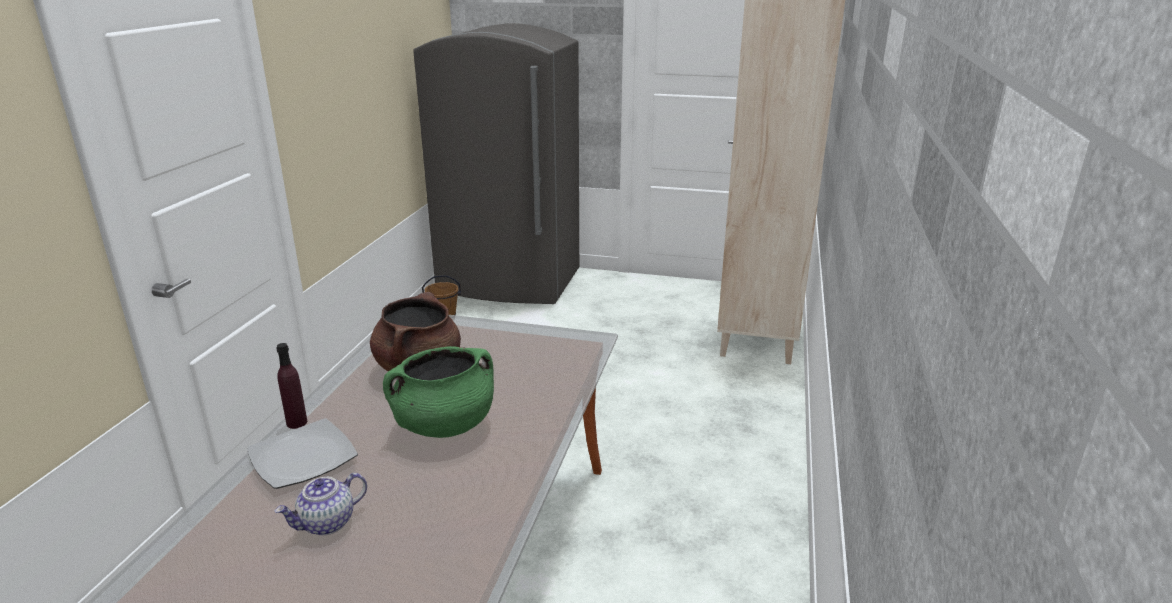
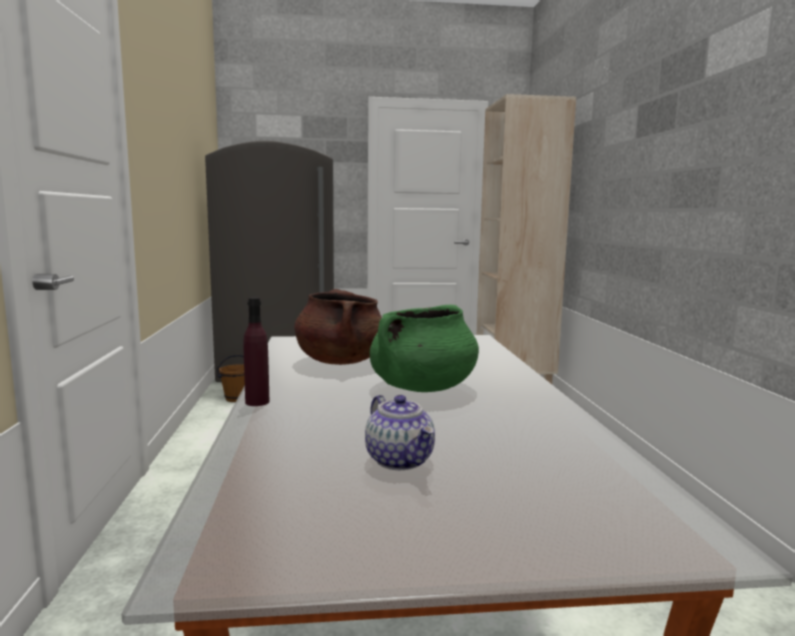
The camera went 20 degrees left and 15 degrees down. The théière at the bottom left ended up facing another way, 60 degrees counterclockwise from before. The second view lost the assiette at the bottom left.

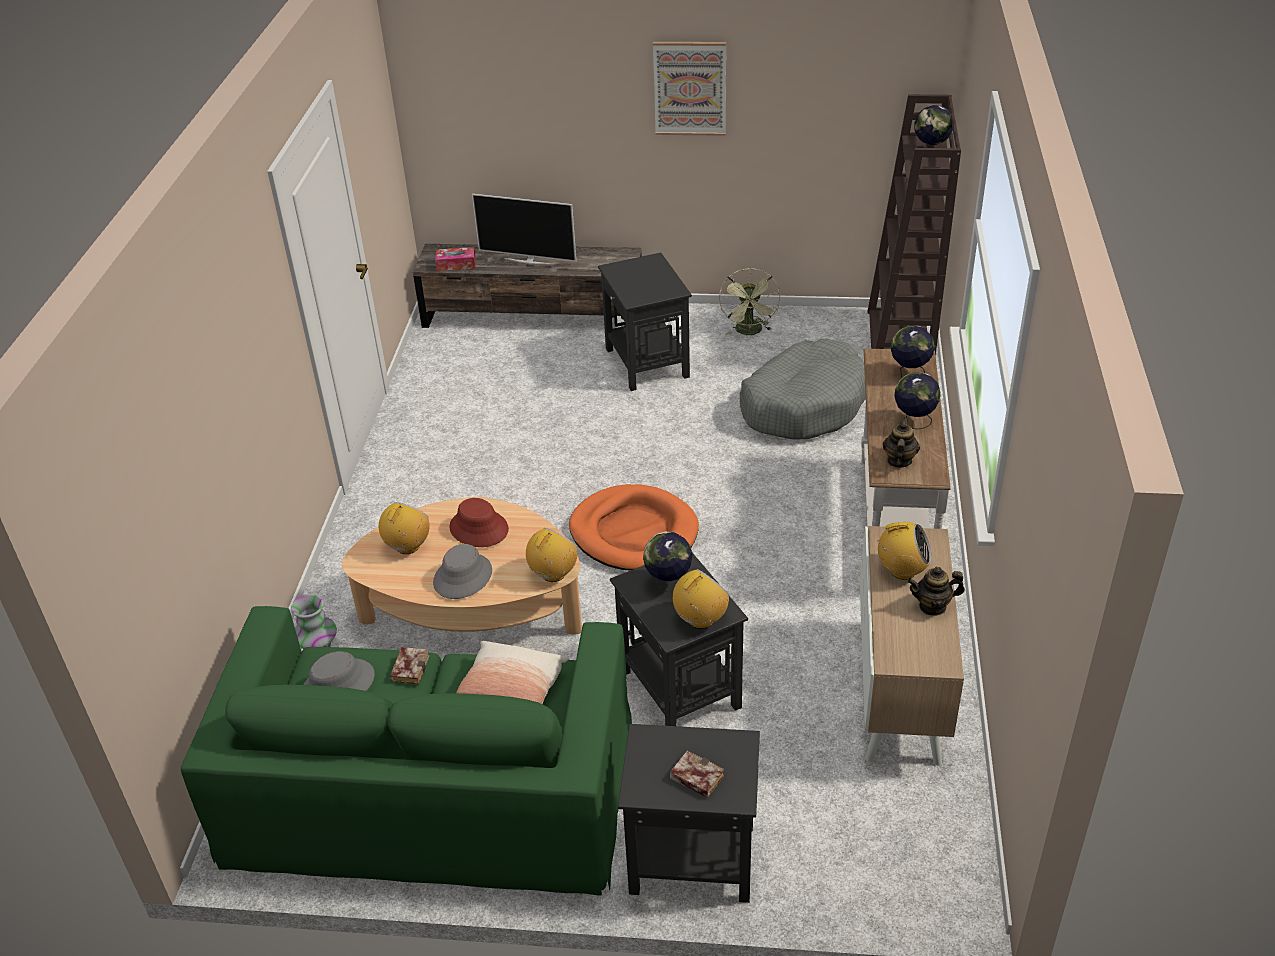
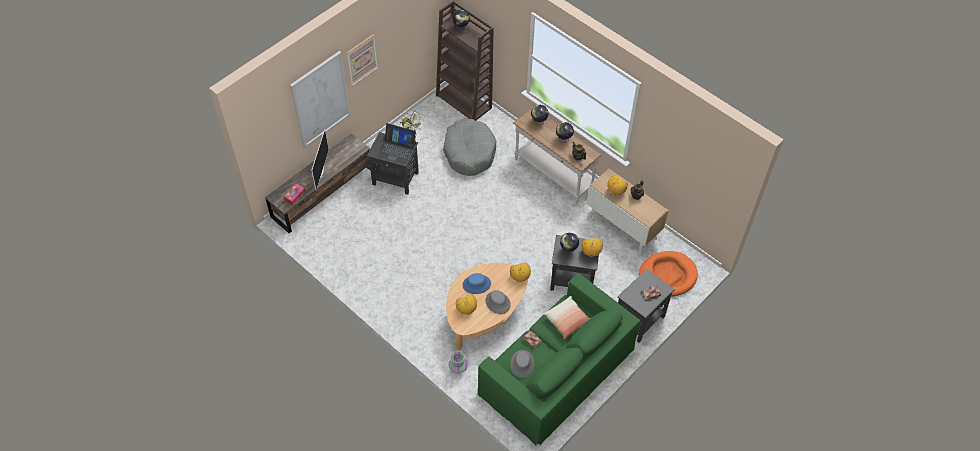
The camera went 55 degrees left and 15 degrees up. The second view gained the tableau (no. 1 from left) at the top left. The téléviseur at the top centre ended up facing another way, 45 degrees counterclockwise from before. The second view gained the ordinateur portable at the top centre. What was the chapeau (rouge) at the centre turned into the chapeau (bleu) at the centre. The panier pour chien (orange) ended up elsewhere, having gone from the centre to the middle right.

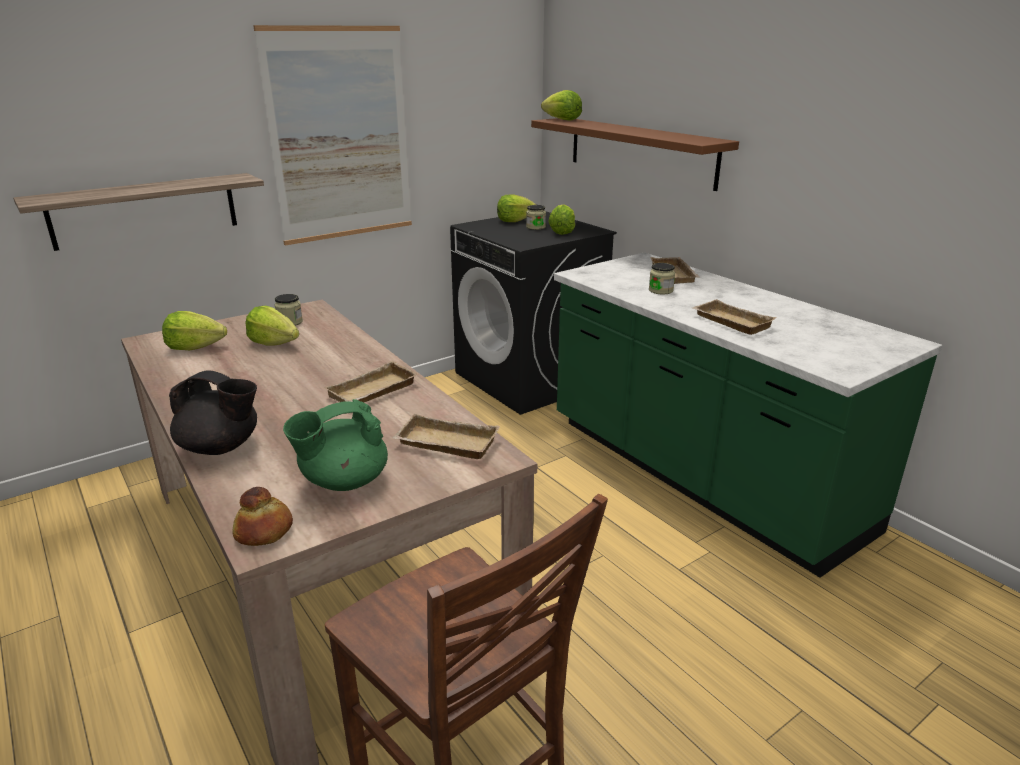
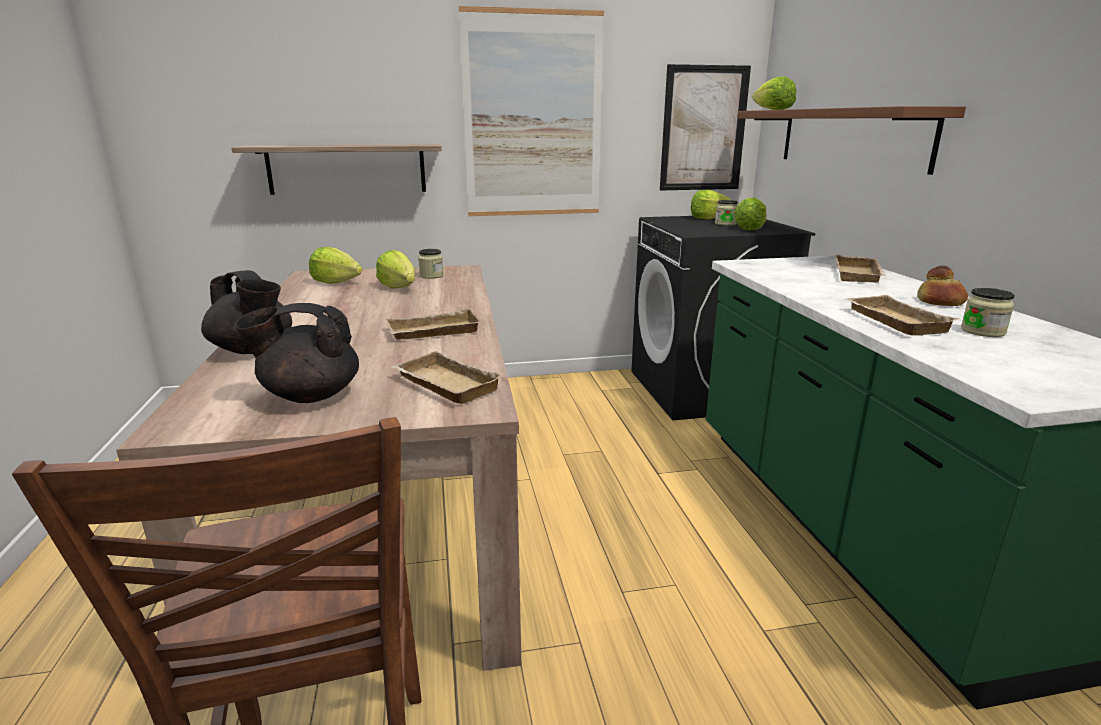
The camera went 25 degrees right and 5 degrees down. What was the théière (vert) at the middle left turned into the théière (noir) (no. 2 from left) at the middle left. The second view gained the tableau (no. 2 from left) at the top centre. The pain ended up elsewhere, having gone from the bottom left to the middle right. The bocal (no. 3 from left) ended up elsewhere, having gone from the centre to the middle right.

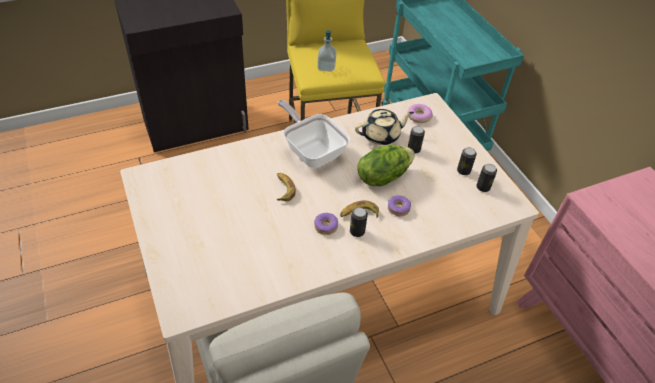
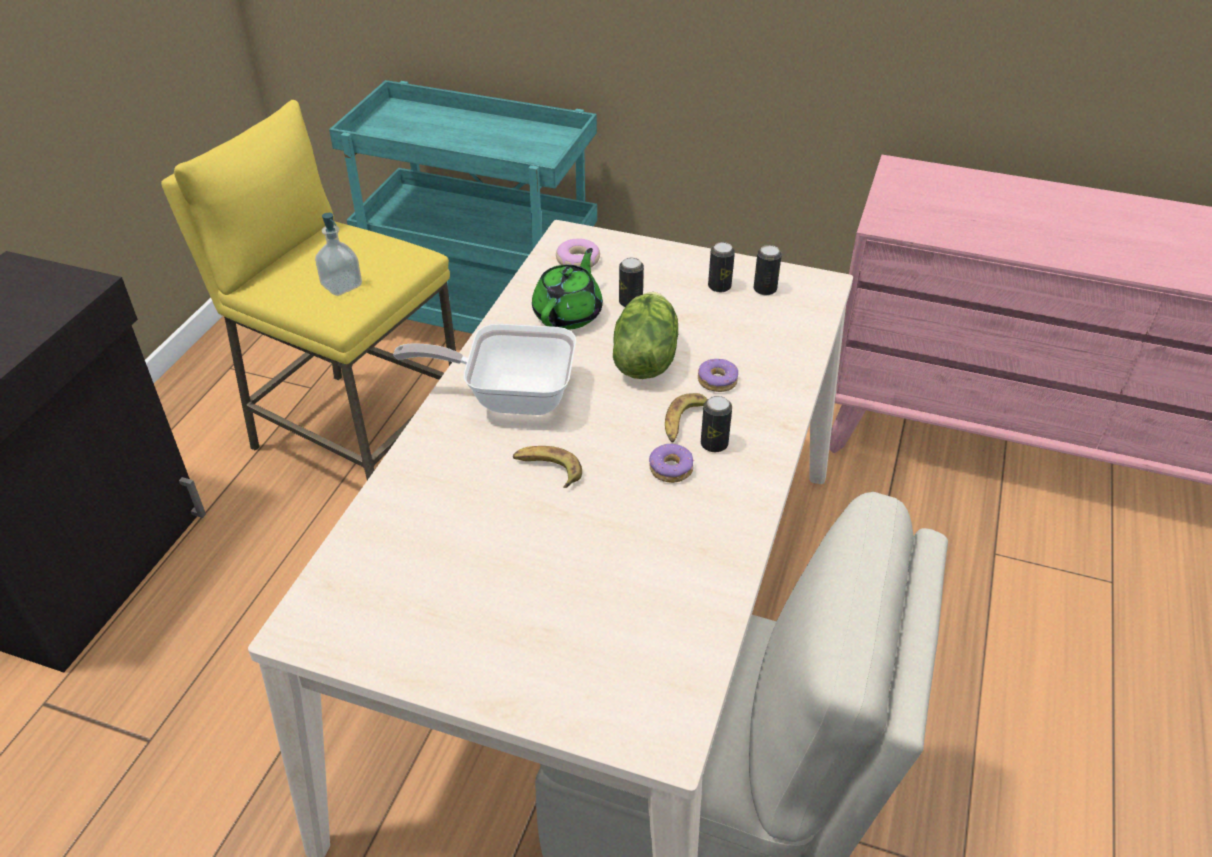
The camera went 45 degrees left and 5 degrees down. What was the théière (beige) at the top centre turned into the théière (vert) at the centre.

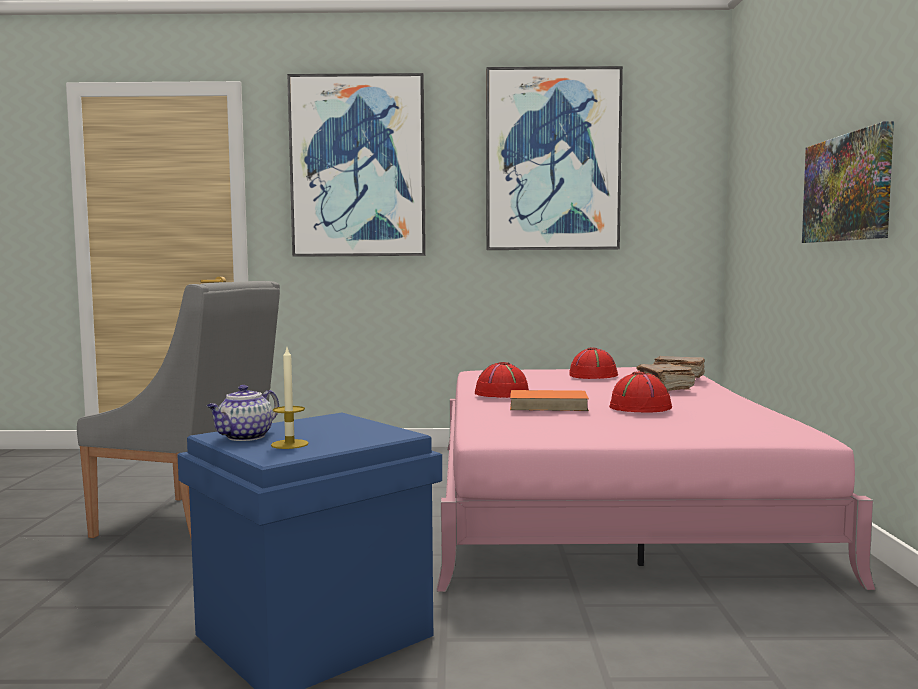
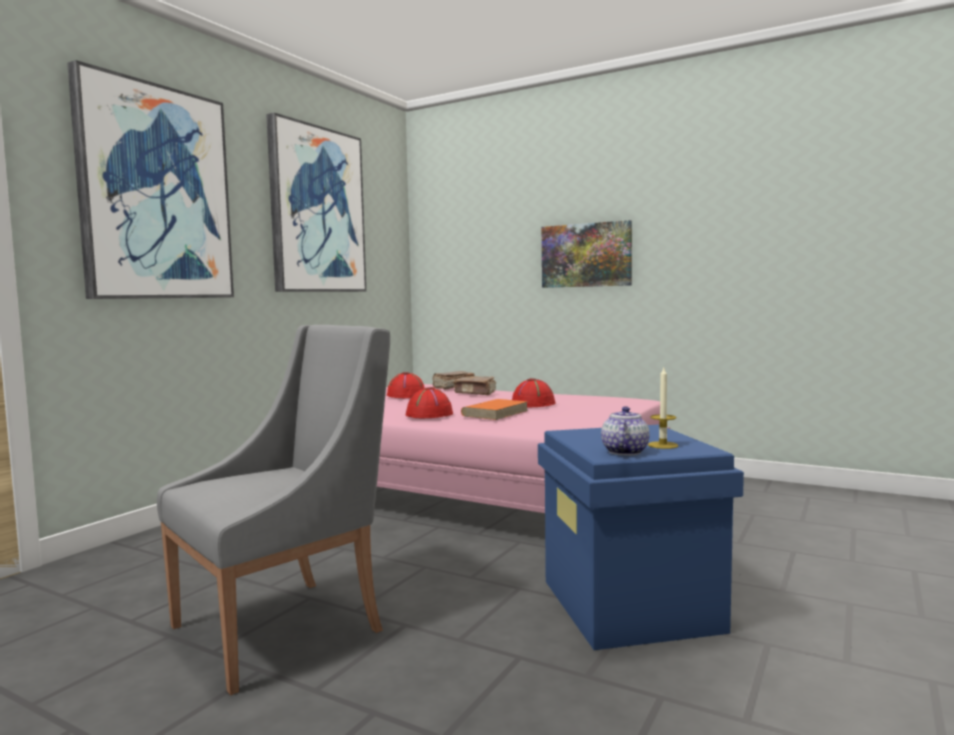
The camera went 60 degrees left and 0 degrees up. The théière at the middle left ended up facing another way, 135 degrees counterclockwise from before.

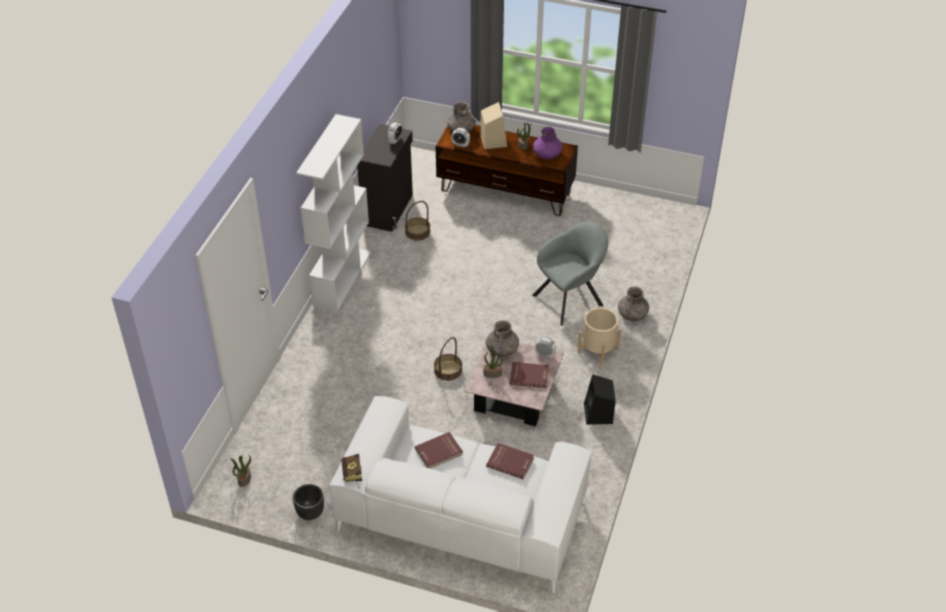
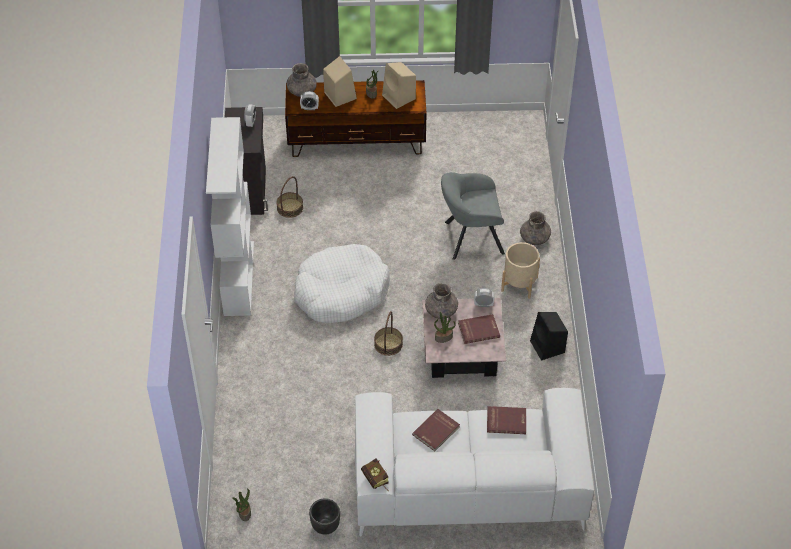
The camera went 20 degrees left and 5 degrees up. The second view gained the panier pour chien (blanc) at the centre. Where the vase (violet) stood at the top centre, the enceinte (beige) (no. 2 from left) came to stand at the top centre. The fauteuil (gris) at the centre ended up facing another way, 135 degrees counterclockwise from before.

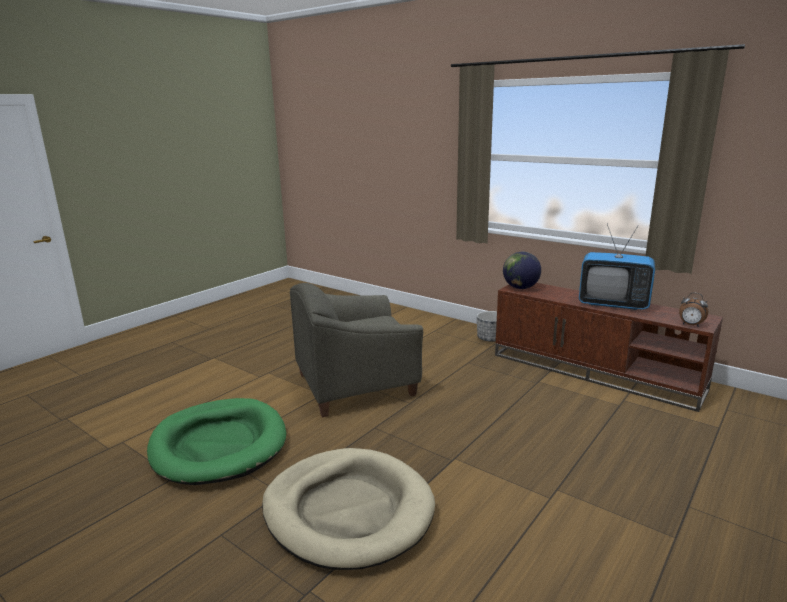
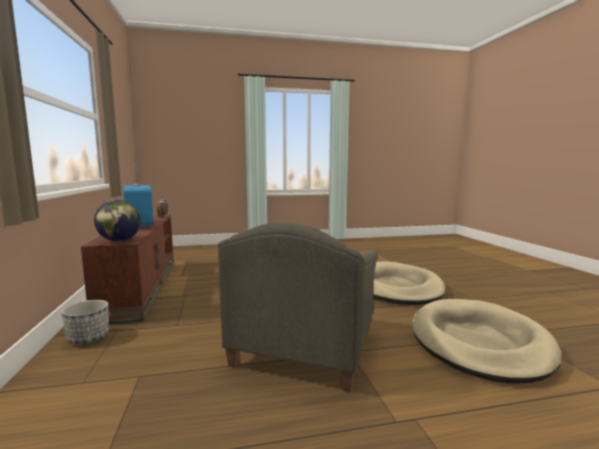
The camera went 140 degrees left and 10 degrees down. The fauteuil (gris) at the centre ended up facing another way, 90 degrees clockwise from before. What was the panier pour chien (vert) at the bottom left turned into the panier pour chien (beige) (no. 2 from left) at the bottom right.

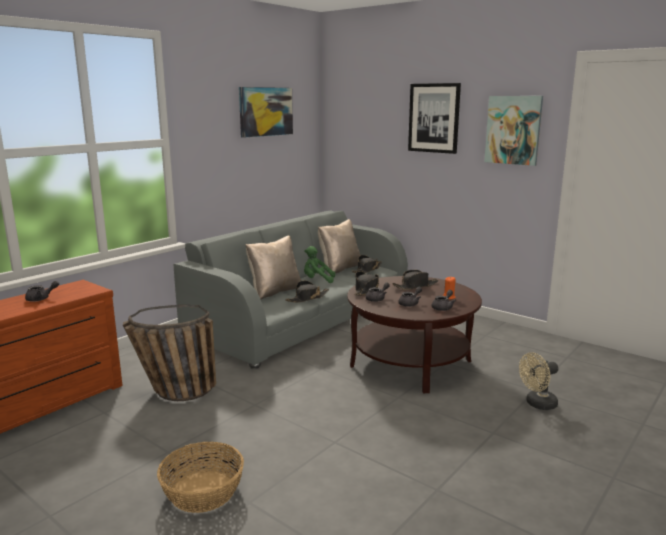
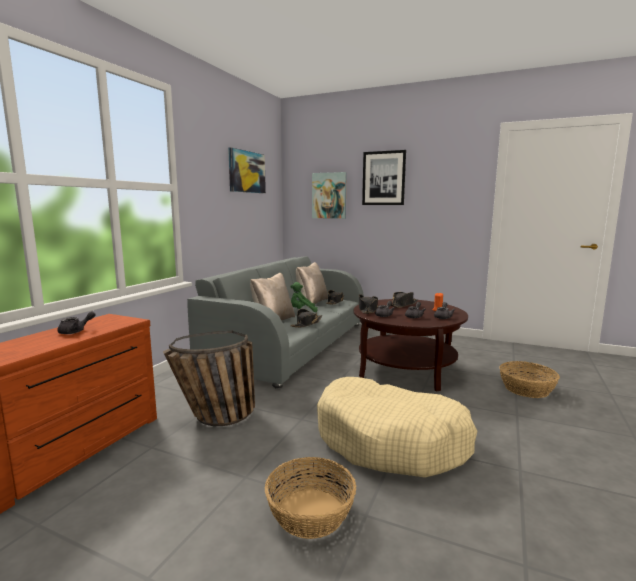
The camera went 15 degrees left and 5 degrees down. The tableau (no. 3 from left in the first image) ended up elsewhere, having gone from the top right to the centre. The second view gained the panier pour chien (beige) at the bottom centre. Where the ventilateur (beige) stood at the bottom right, the panier (no. 3 from left) came to stand at the middle right.

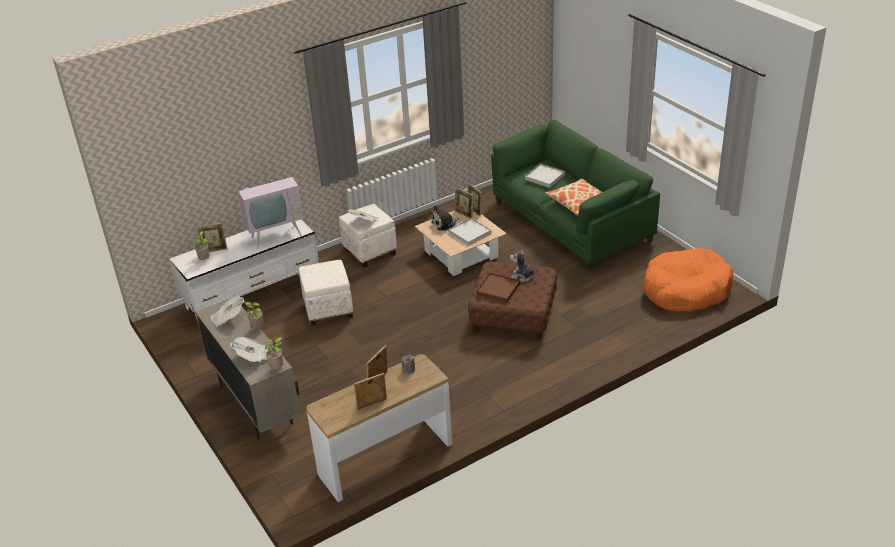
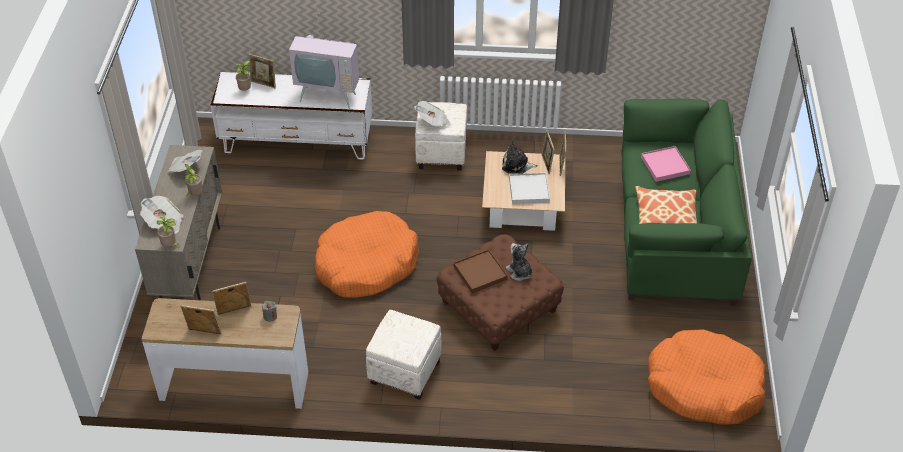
The camera went 35 degrees right and 10 degrees up. The second view gained the panier pour chien (orange) (no. 1 from left) at the centre. The pouf (blanc) (no. 1 from left) ended up elsewhere, having gone from the centre to the bottom centre. What was the plateau (blanc) (no. 2 from left) at the top centre turned into the plateau (rose) at the middle right.

